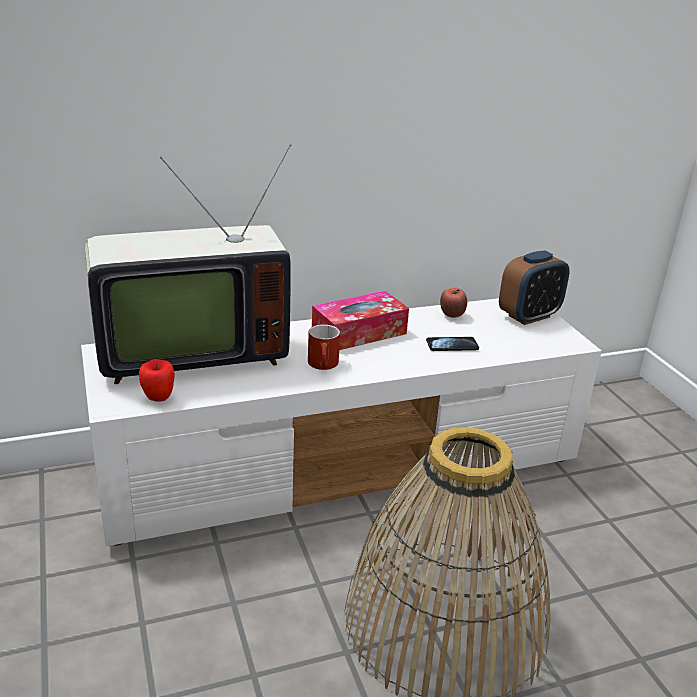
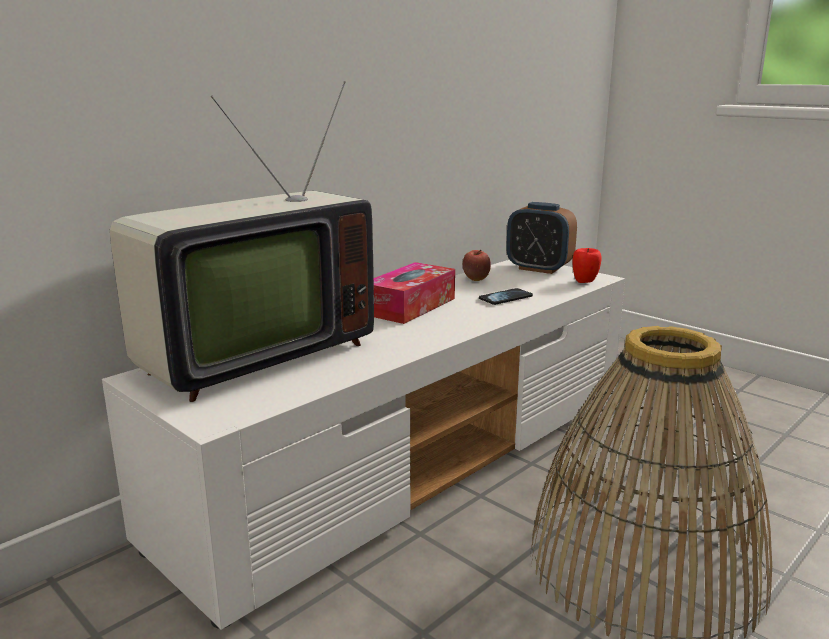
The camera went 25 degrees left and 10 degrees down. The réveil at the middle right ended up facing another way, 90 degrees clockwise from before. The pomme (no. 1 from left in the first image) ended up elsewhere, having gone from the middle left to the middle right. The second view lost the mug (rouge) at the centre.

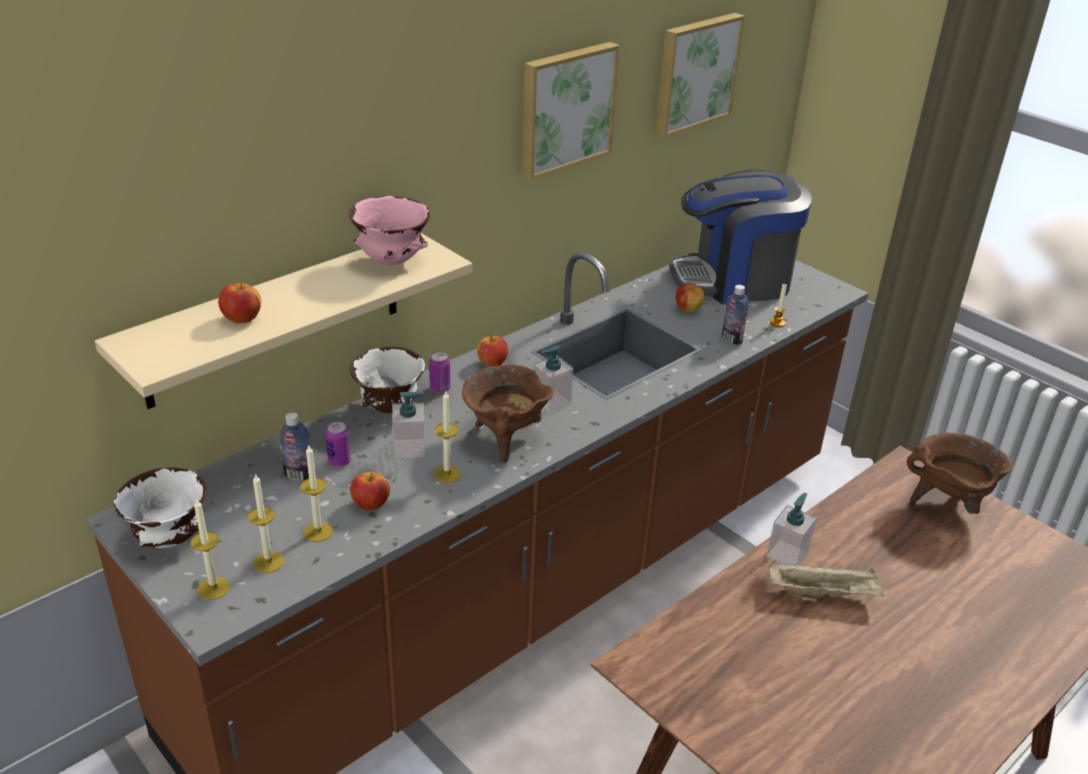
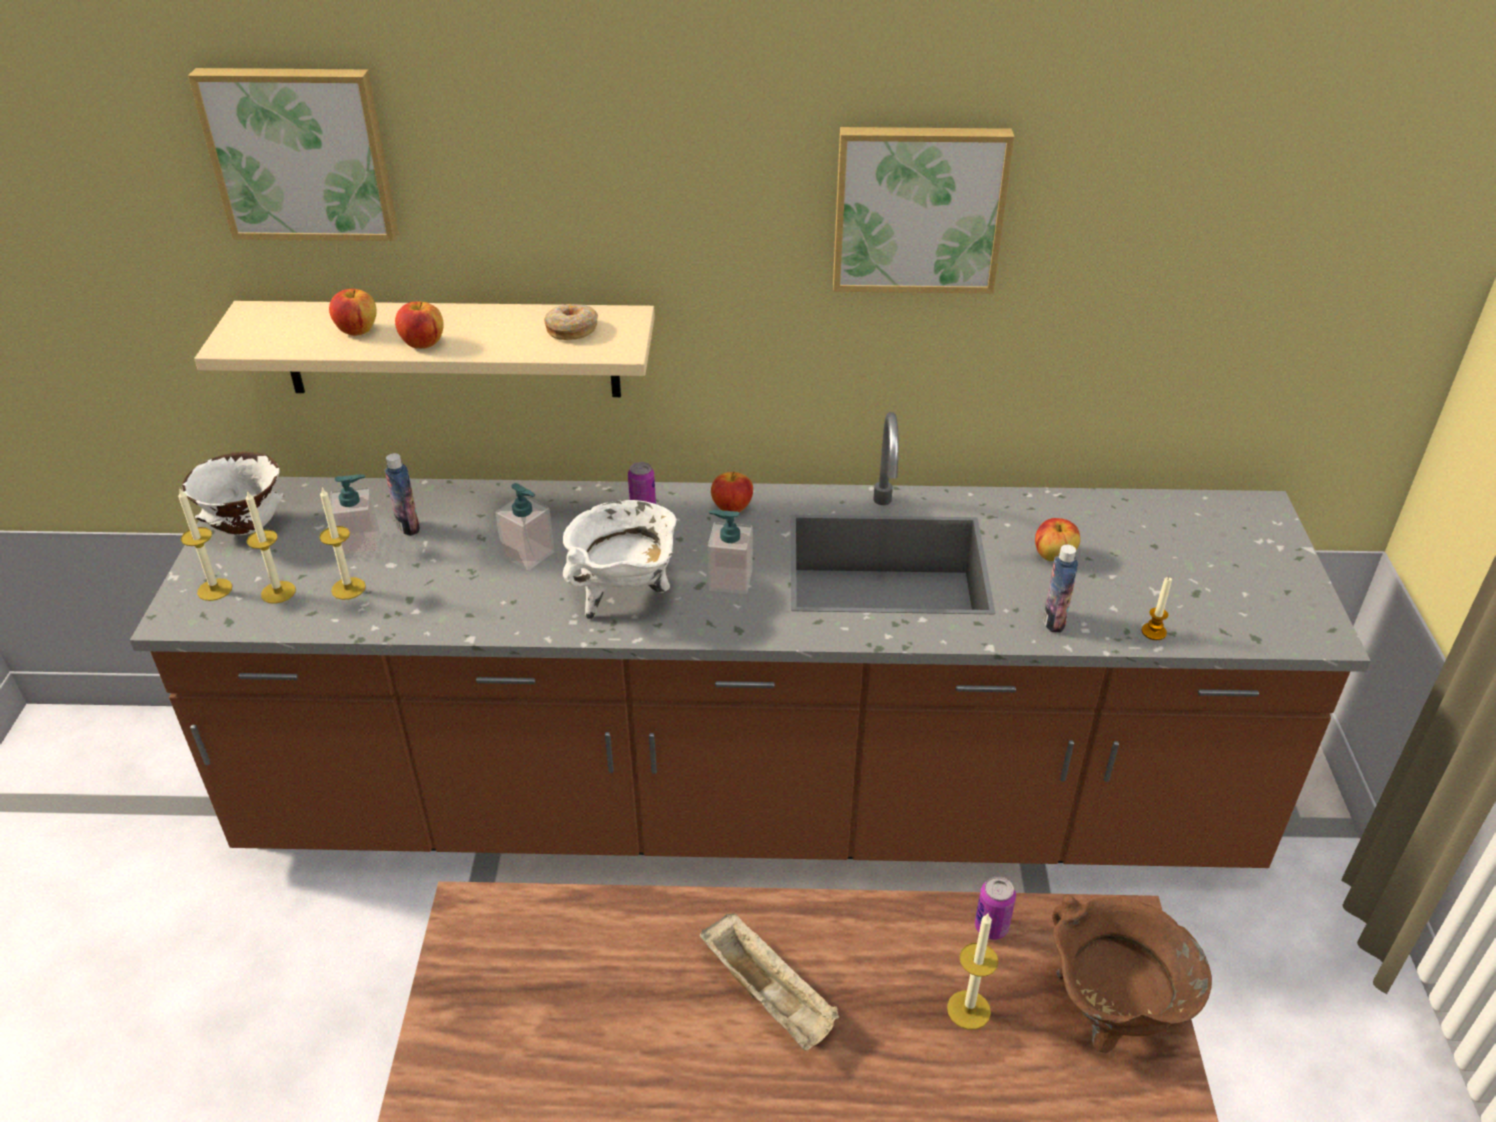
The camera went 45 degrees right and 5 degrees up. The tableau (no. 2 from left in the first image) ended up elsewhere, having gone from the top centre to the top left. The distributeur de savon (no. 3 from left in the first image) ended up elsewhere, having gone from the bottom right to the middle left. The pomme (no. 2 from left) ended up elsewhere, having gone from the centre to the top left. Where the bol (rose) stood at the top centre, the beignet came to stand at the top centre. What was the marmite (marron) (no. 1 from left) at the centre turned into the marmite (blanc) at the centre. The bougie (no. 4 from left) ended up elsewhere, having gone from the centre to the bottom centre. The boîte métallique (no. 1 from left in the first image) ended up elsewhere, having gone from the middle left to the bottom centre. The second view lost the bol (blanc) (no. 2 from left) at the centre. The second view lost the machine à café at the top right.

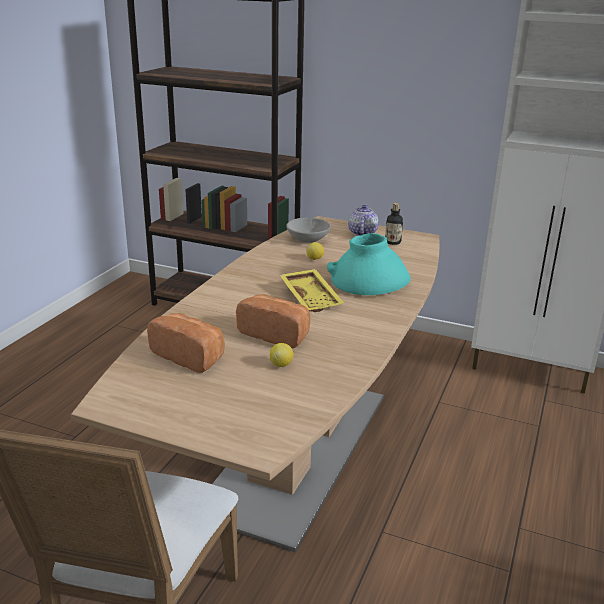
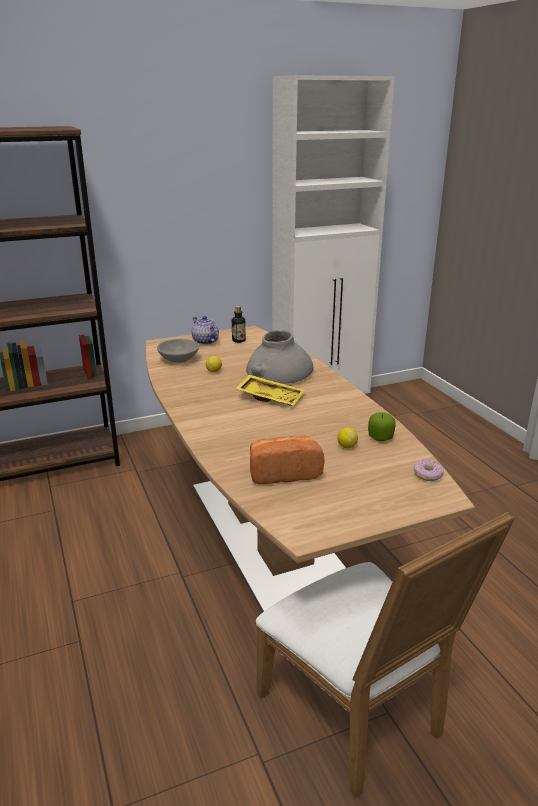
The camera went 45 degrees left and 0 degrees up. What was the vase (turquoise) at the centre turned into the vase (gris) at the centre. The second view gained the pomme at the middle right. The second view gained the beignet at the middle right. The second view lost the pain (no. 2 from left) at the centre.

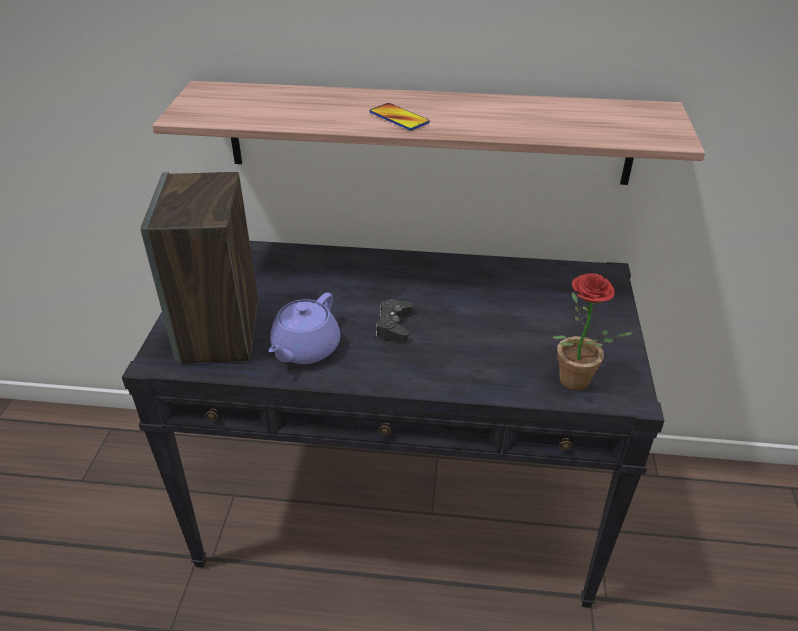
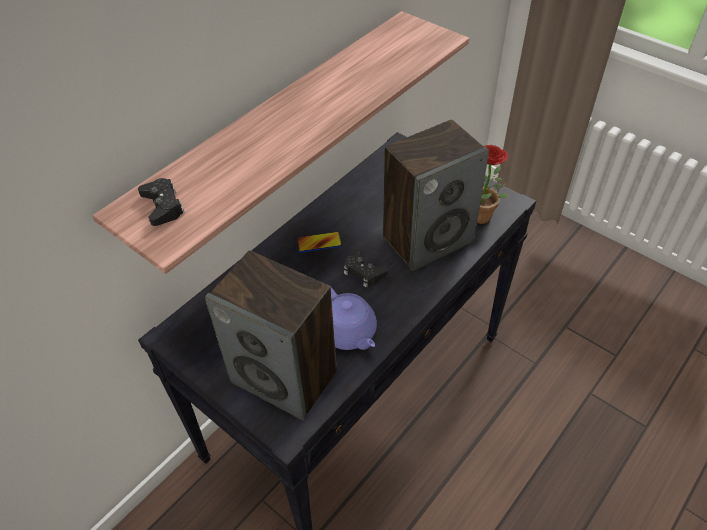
The camera went 55 degrees left and 10 degrees up. The second view gained the manette (noir) (no. 1 from left) at the middle left. The téléphone ended up elsewhere, having gone from the top centre to the centre. The second view gained the enceinte (no. 2 from left) at the centre.

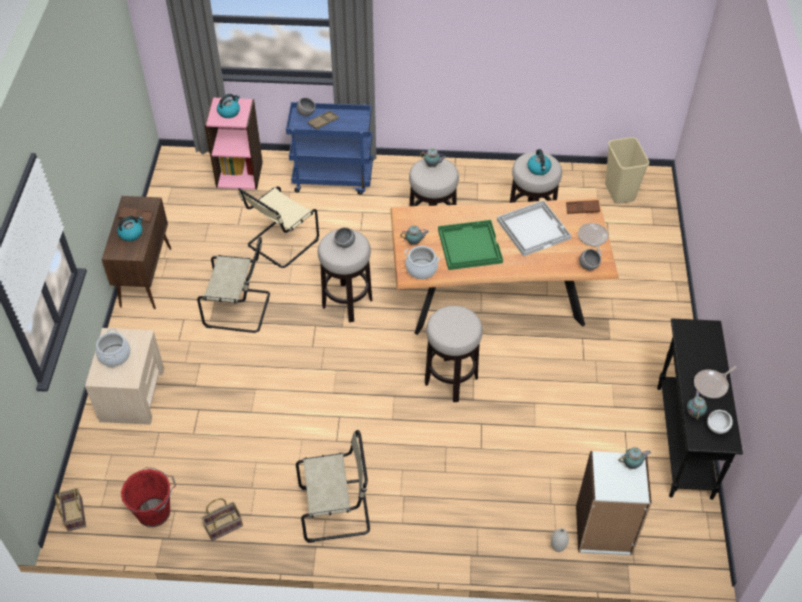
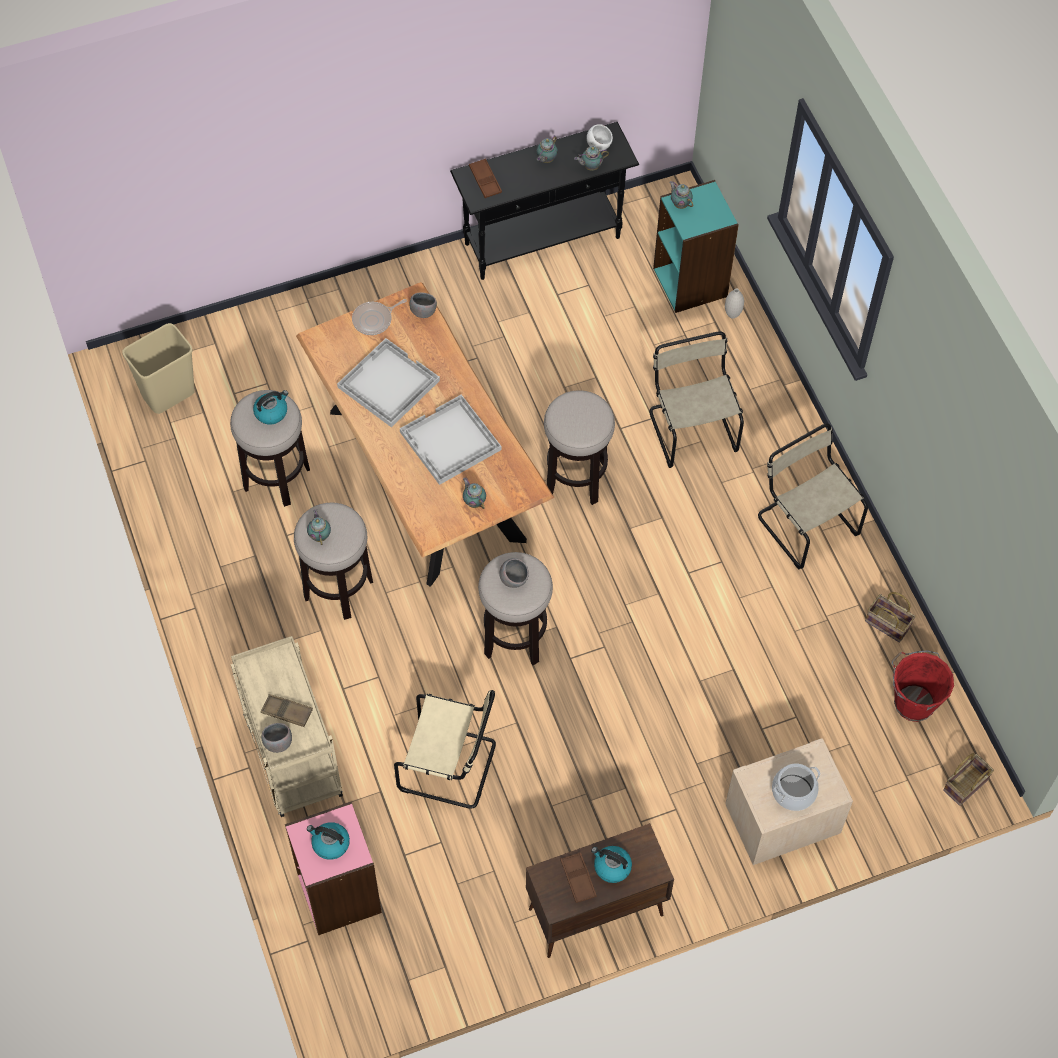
The camera went 115 degrees left and 10 degrees up. What was the chariot (bleu) at the top centre turned into the chariot (beige) at the bottom left. What was the plateau (vert) at the centre turned into the plateau (blanc) (no. 2 from left) at the centre. The plateau (marron) (no. 3 from left in the first image) ended up elsewhere, having gone from the middle right to the top centre. Where the poêle (no. 2 from left) stood at the middle right, the théière (no. 3 from left) came to stand at the top centre. The chaise (beige) (no. 1 from left in the first image) ended up elsewhere, having gone from the middle left to the centre. What was the bibliothèque (blanc) at the bottom right turned into the bibliothèque (turquoise) at the top centre. The second view lost the marmite (no. 2 from left) at the centre.

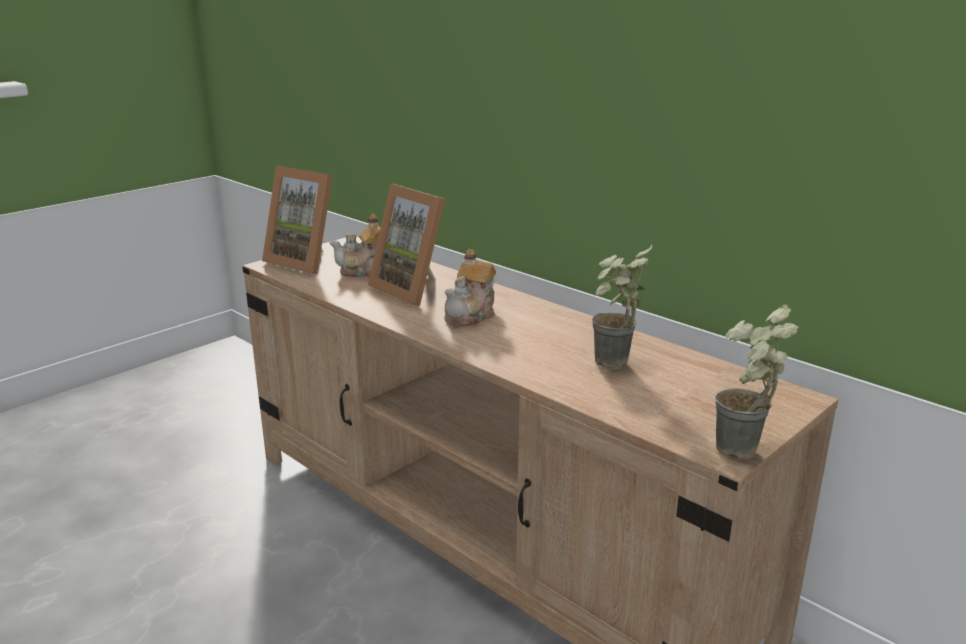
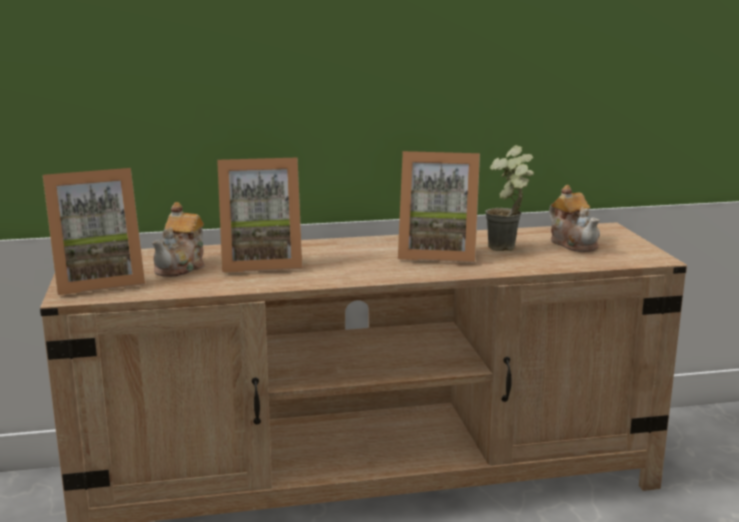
The camera went 55 degrees left and 5 degrees down. The second view gained the cadre photo (no. 3 from left) at the centre. The théière (no. 2 from left) ended up elsewhere, having gone from the centre to the middle right. The second view lost the plante en pot (no. 2 from left) at the middle right.

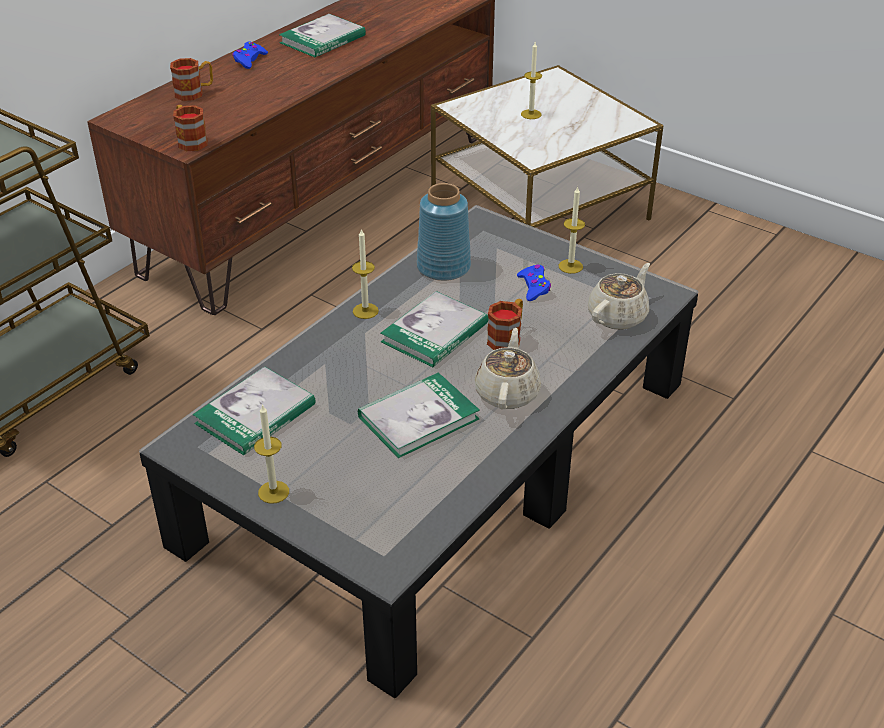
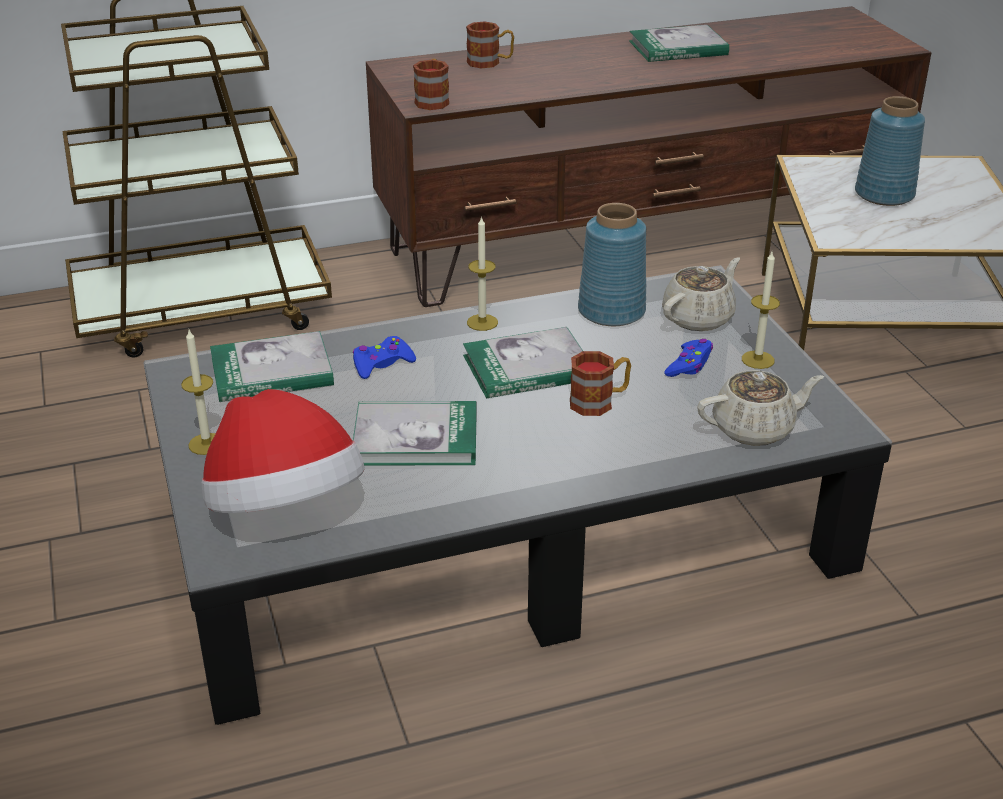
The camera went 35 degrees right and 5 degrees down. The second view gained the chapeau at the middle left. The manette (bleu) (no. 1 from left) ended up elsewhere, having gone from the top left to the centre. The théière (beige) (no. 1 from left) ended up elsewhere, having gone from the centre to the middle right. Where the bougie (no. 3 from left) stood at the top centre, the vase (bleu) (no. 2 from left) came to stand at the top right.

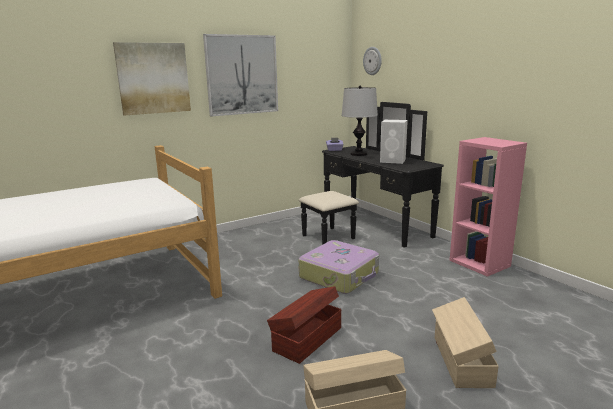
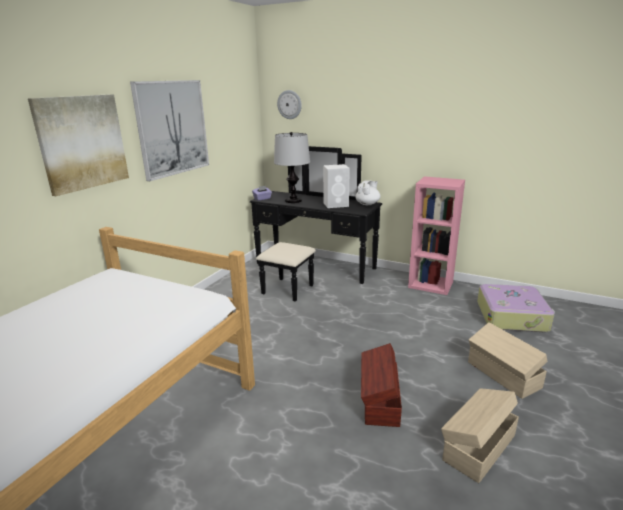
The camera went 30 degrees left and 5 degrees up. The second view gained the théière (blanc) at the centre. The valise ended up elsewhere, having gone from the centre to the middle right.

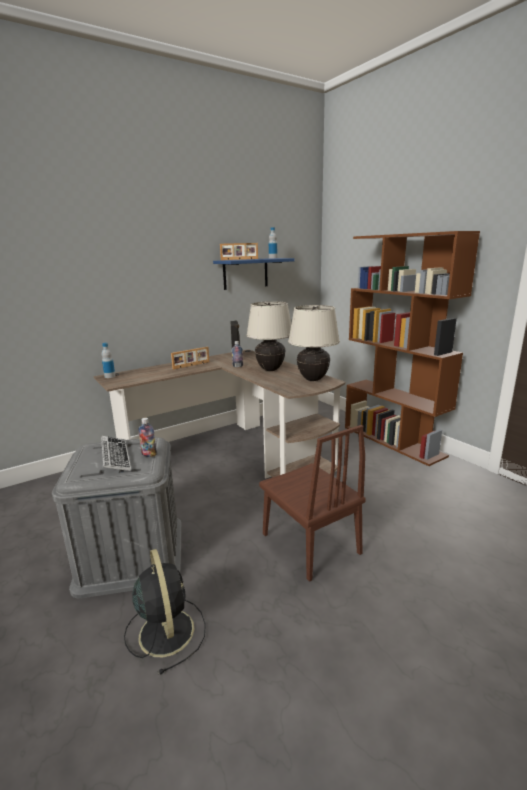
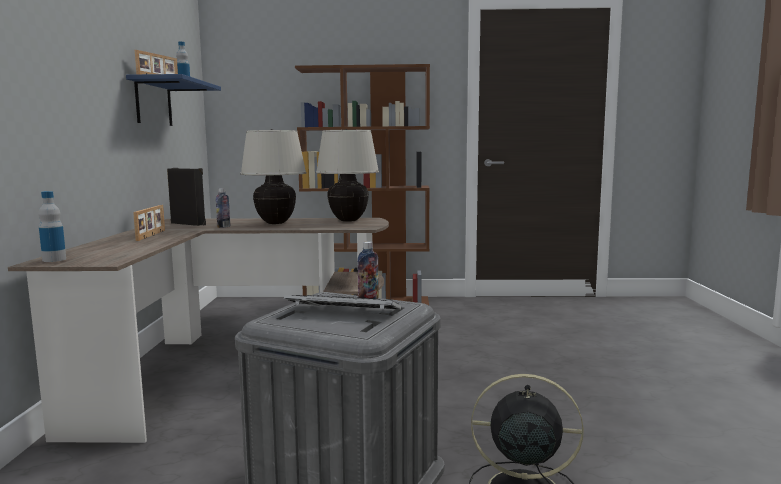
The camera went 55 degrees left and 10 degrees down. The second view lost the chaise (marron) at the centre.

